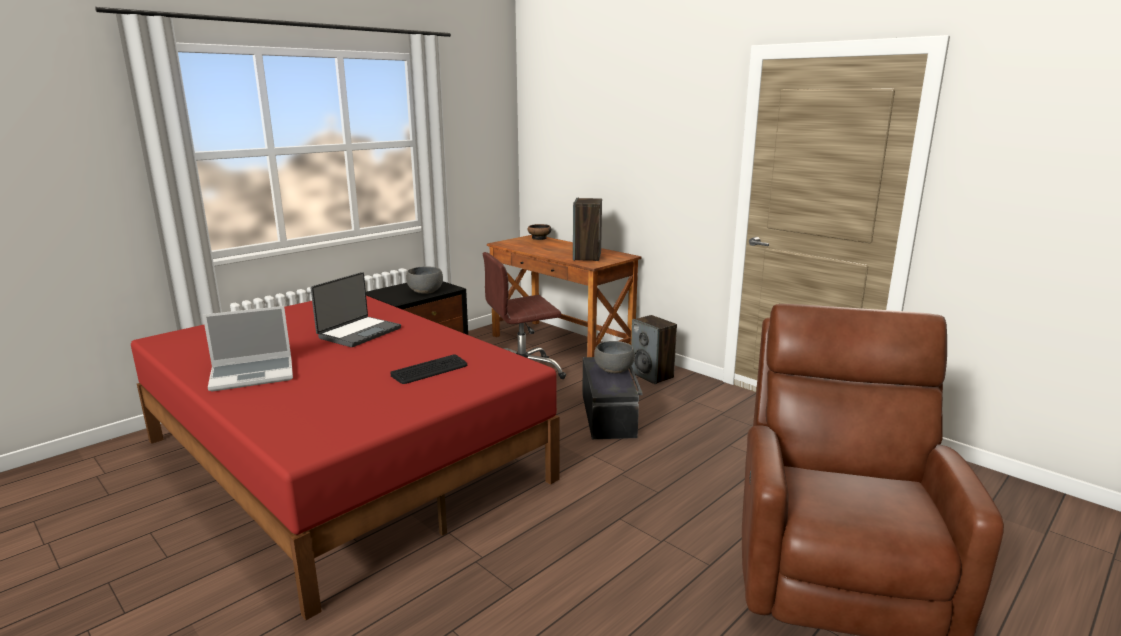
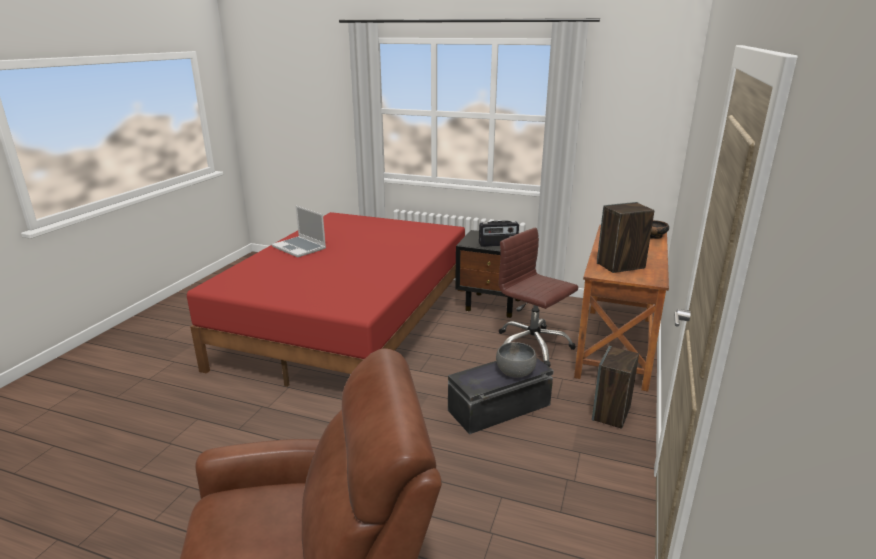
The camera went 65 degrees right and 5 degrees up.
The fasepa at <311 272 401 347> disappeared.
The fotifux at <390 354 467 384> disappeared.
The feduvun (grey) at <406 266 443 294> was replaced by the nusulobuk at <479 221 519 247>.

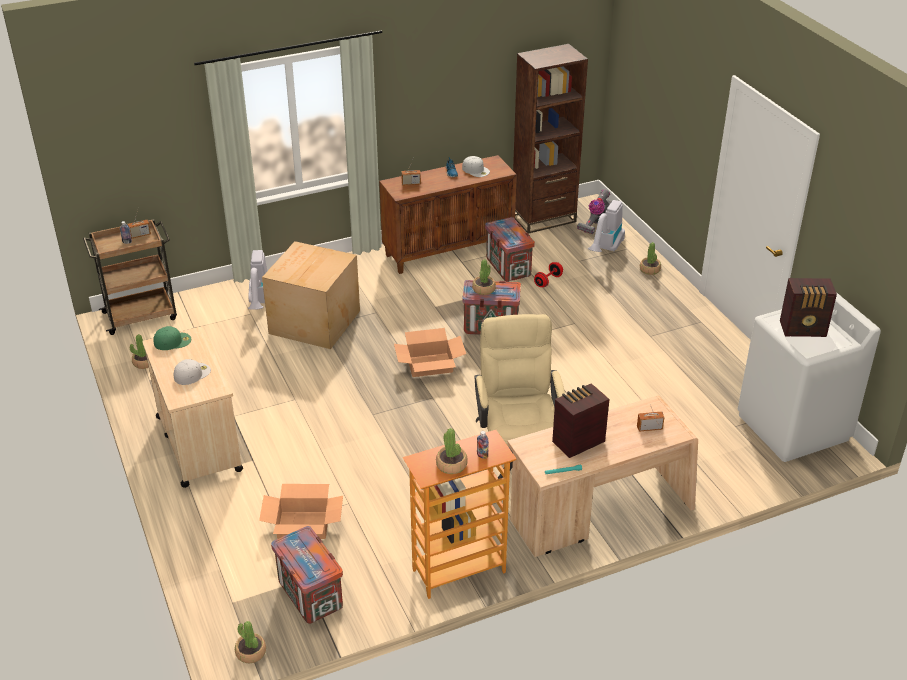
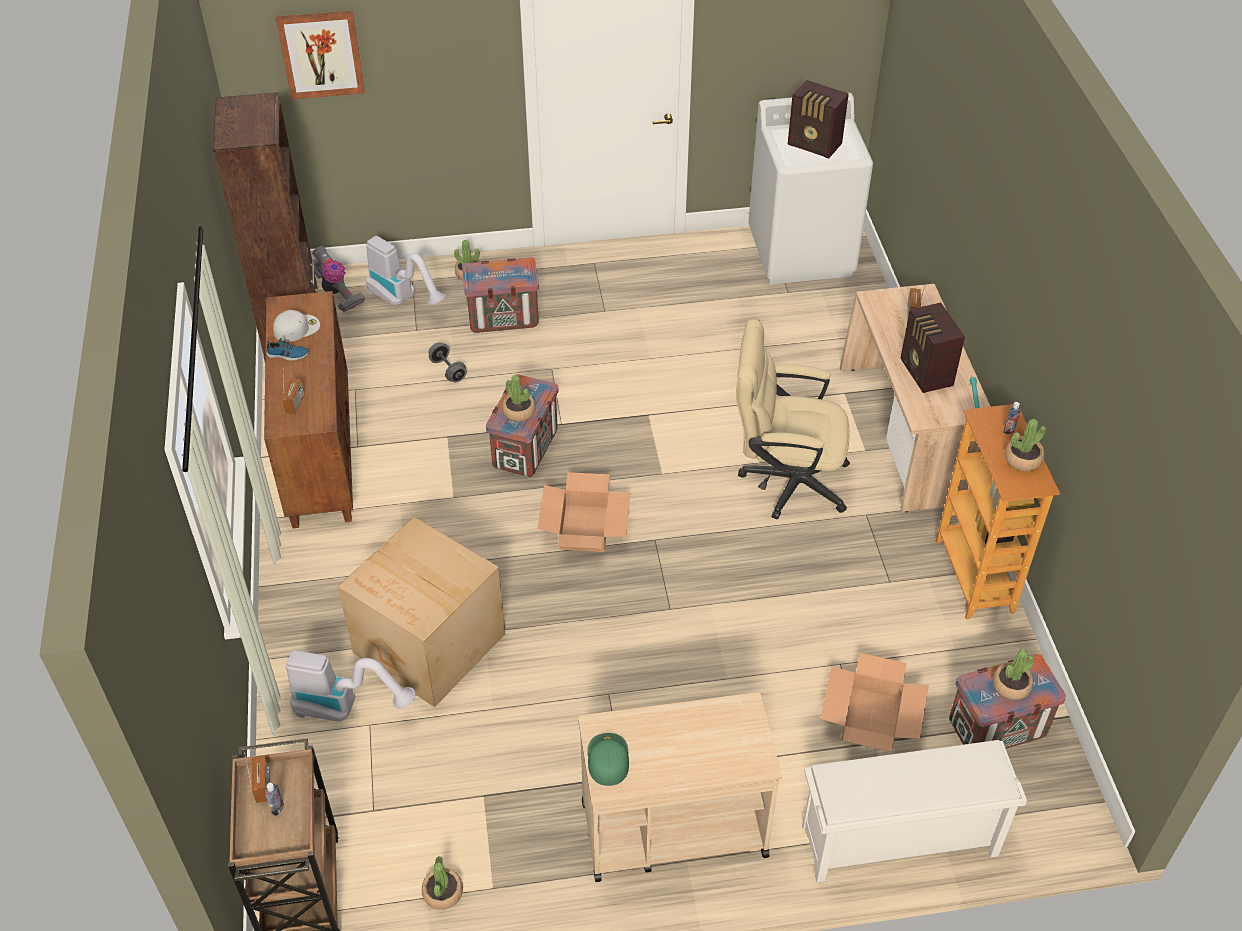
The camera went 75 degrees left and 10 degrees up.
The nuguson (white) at <174 359 211 385> disappeared.
The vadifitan moved from <235 621 266 663> to <993 649 1034 700>.
The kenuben moved from <485 217 535 282> to <462 257 539 333>.
The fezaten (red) at <534 262 563 287> became the fezaten (grey) at <429 343 466 382>.
The nusulobuk at <780 278 837 337> turned 105 degrees clockwise.
The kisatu at <276 10 365 100> appeared.
The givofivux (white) at <802 740 1027 883> appeared.

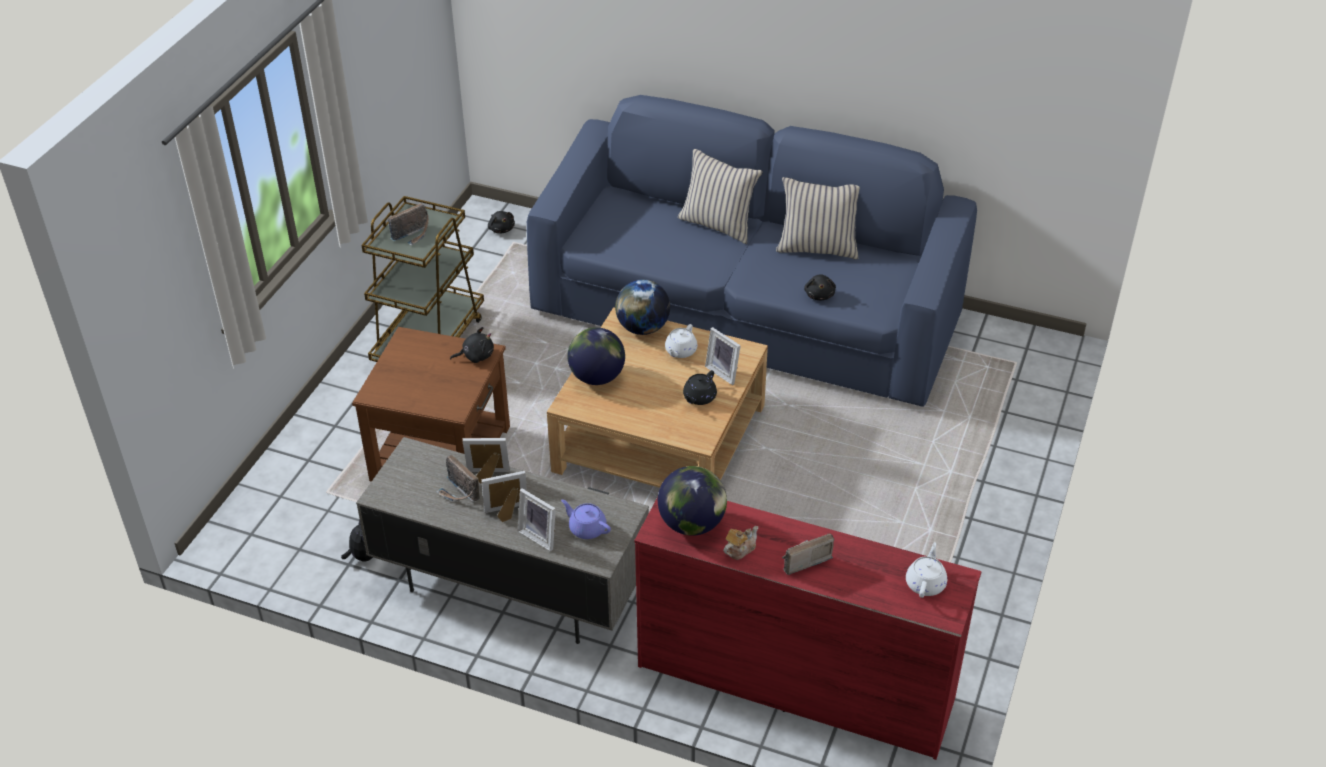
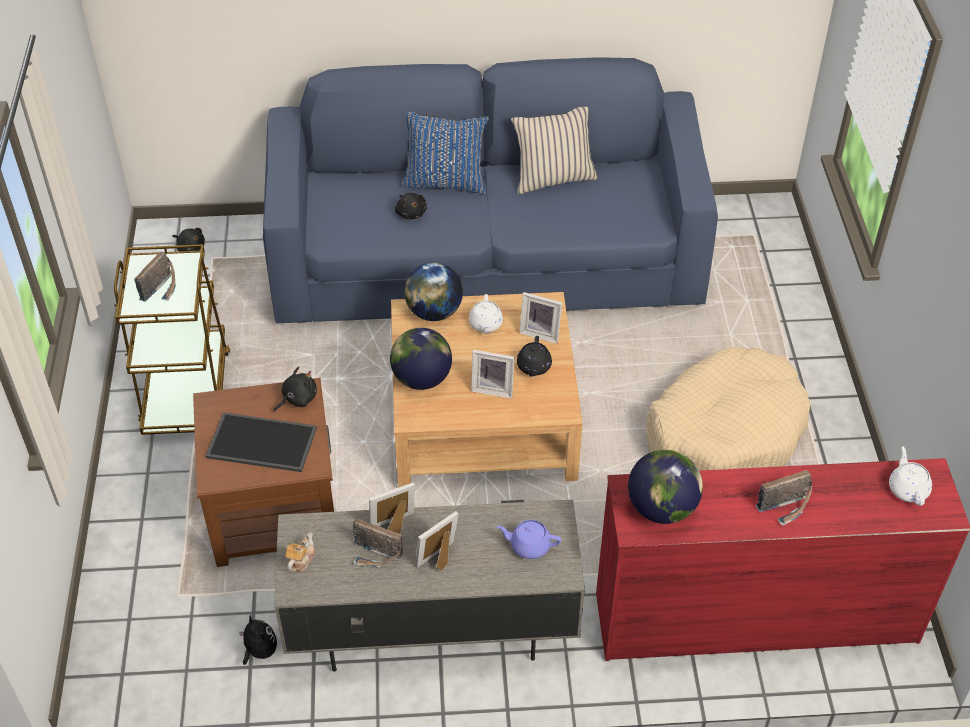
The camera went 25 degrees left and 5 degrees up.
The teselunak moved from <518 489 556 551> to <471 350 515 399>.
The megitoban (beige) at <678 149 763 244> became the megitoban (blue) at <402 112 489 195>.
The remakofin moved from <723 526 758 560> to <286 532 315 572>.
The nusulobuk at <782 533 834 575> turned 150 degrees counterclockwise.
The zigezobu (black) moved from <804 274 836 300> to <395 193 427 219>.
The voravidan at <206 412 317 472> appeared.
The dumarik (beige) at <646 346 810 471> appeared.

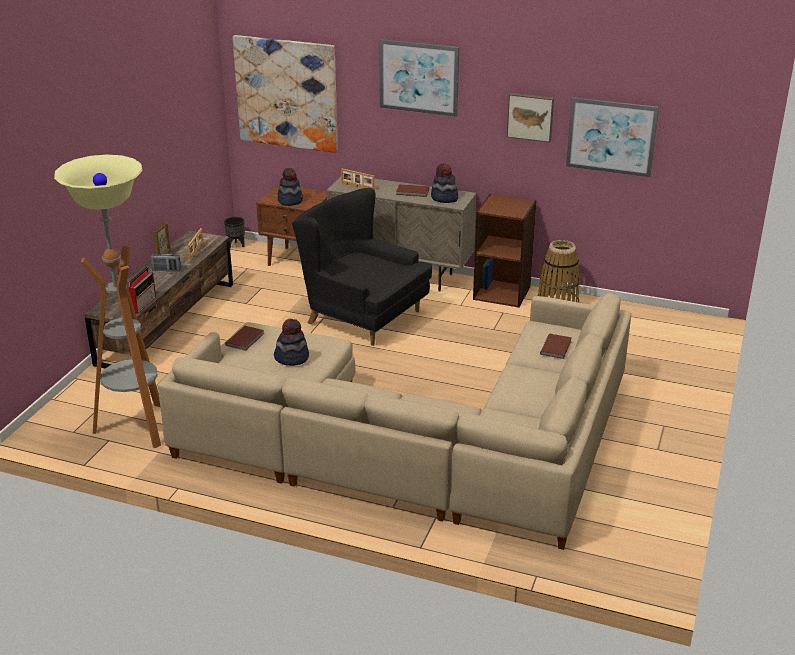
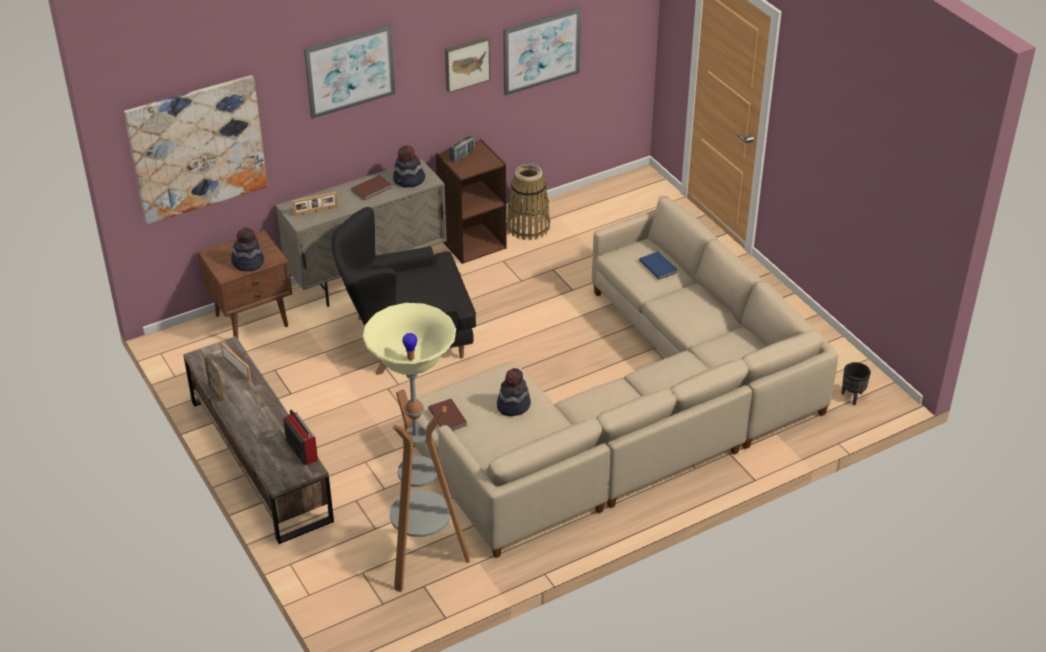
The camera went 50 degrees left and 10 degrees up.
The nusulobuk moved from <151 253 181 272> to <450 135 475 162>.
The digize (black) moved from <224 217 245 248> to <841 362 871 405>.
The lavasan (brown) at <540 334 572 359> became the lavasan (blue) at <639 252 677 280>.

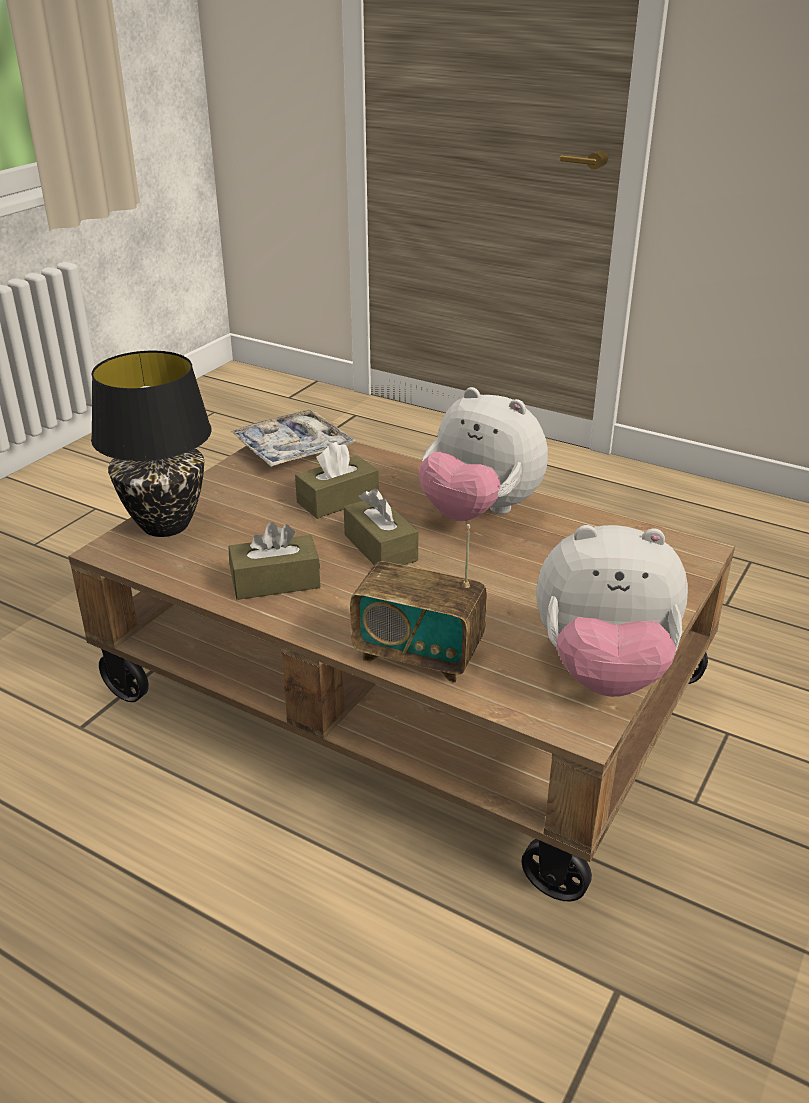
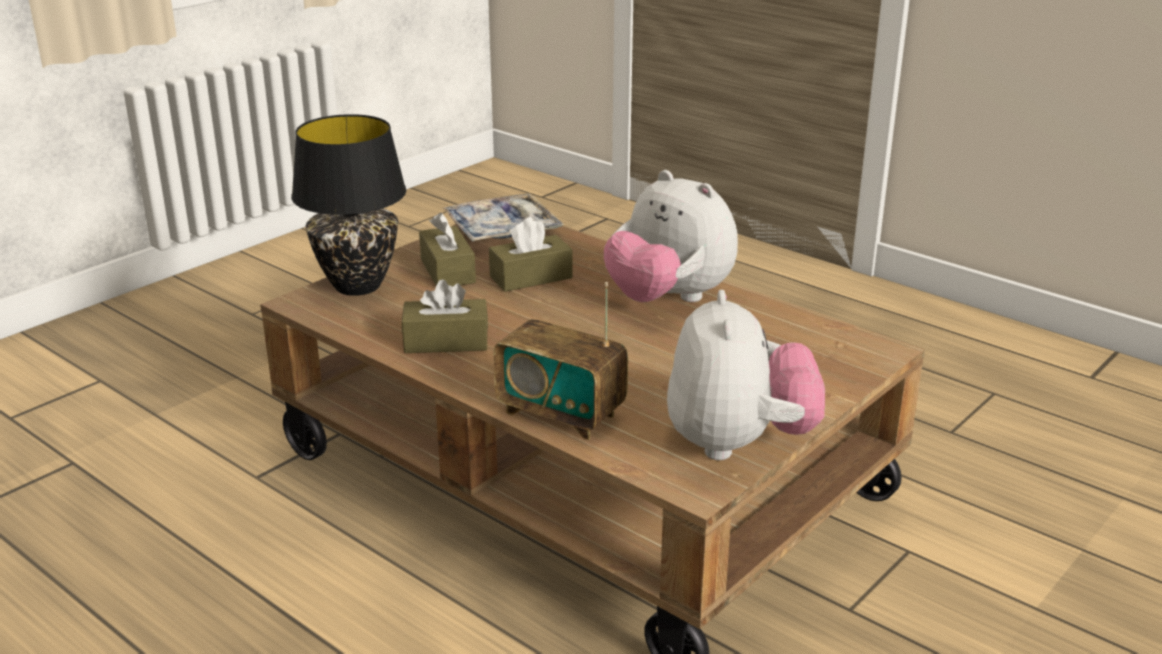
The camera went 10 degrees right and 5 degrees down.
The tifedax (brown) moved from <344 488 418 565> to <419 213 476 286>.
The zigezobu at <536 525 688 697> turned 105 degrees counterclockwise.

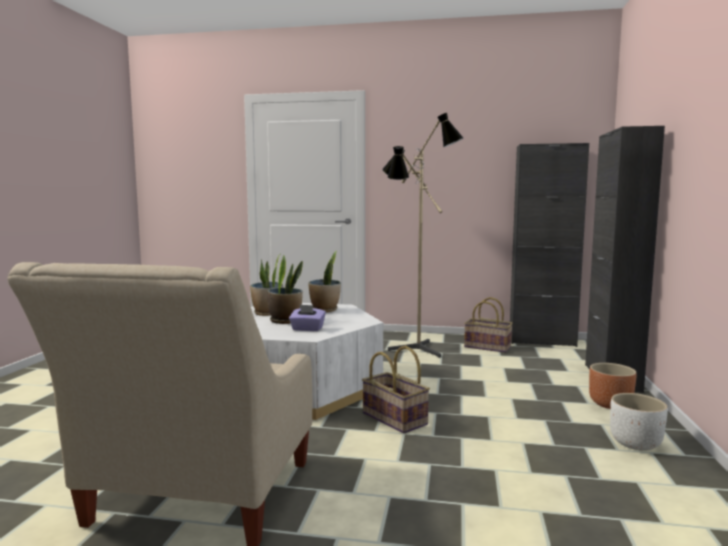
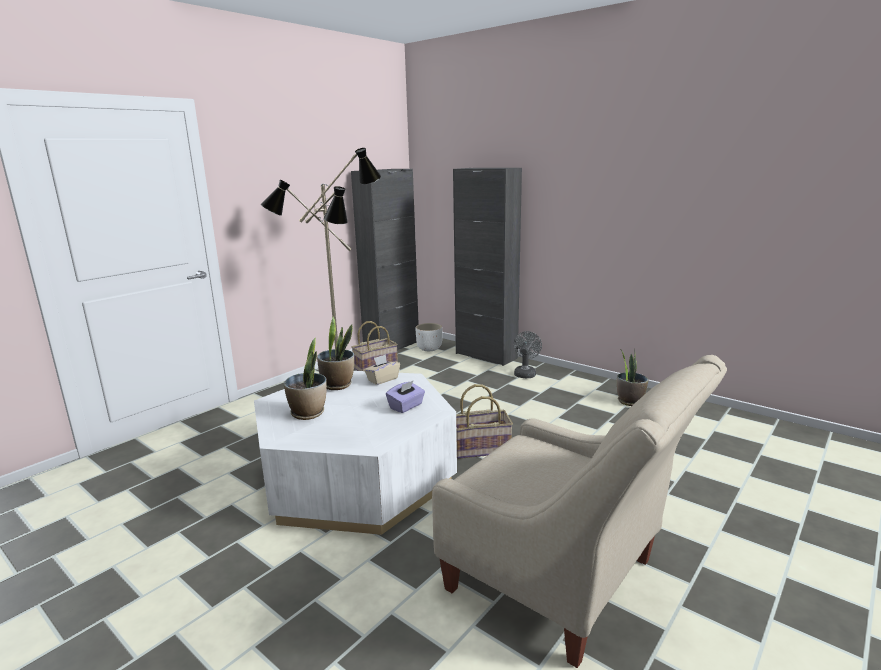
The camera went 60 degrees left and 10 degrees up.
The vadifitan moved from <268 255 303 324> to <617 349 648 406>.
The digize (brown) at <589 363 637 409> was replaced by the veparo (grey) at <514 331 542 378>.
The digize (white) moved from <610 393 668 451> to <416 323 442 351>.
The tifedax (beige) at <364 354 400 385> appeared.

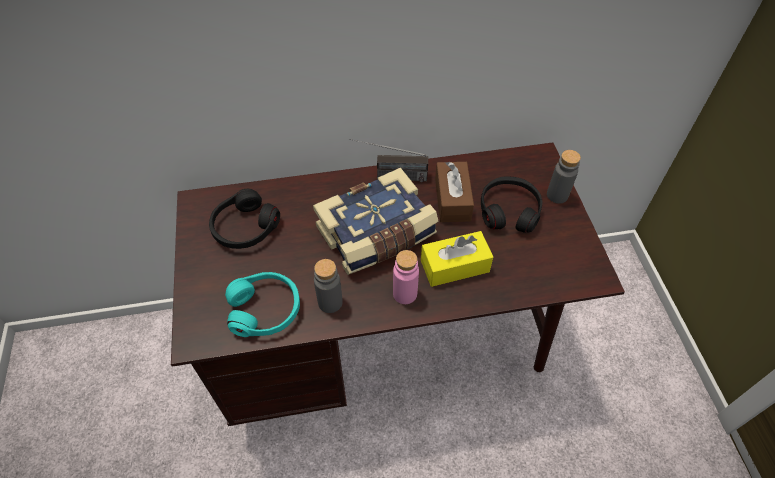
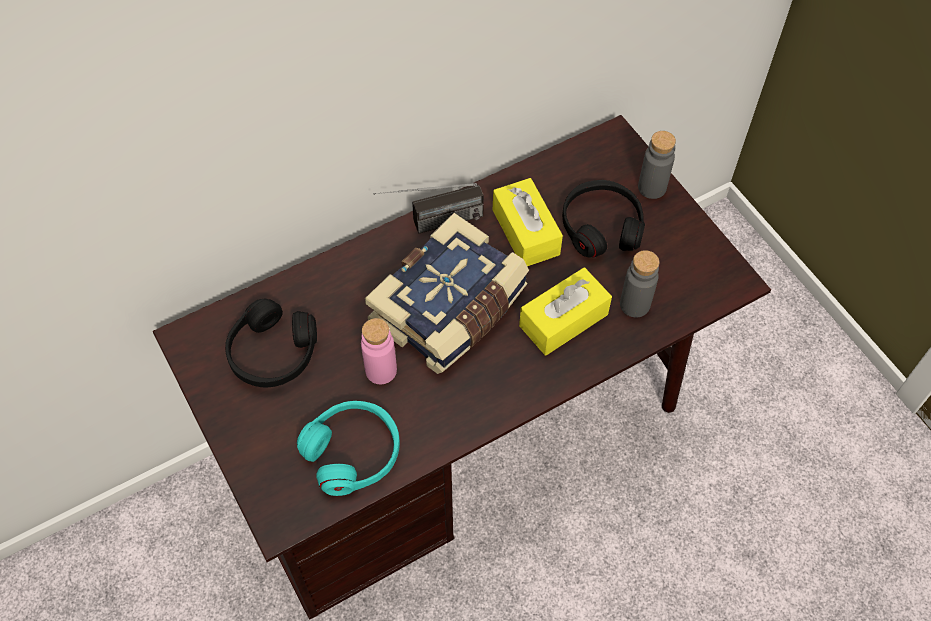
The camera went 20 degrees left and 5 degrees up.
The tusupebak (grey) moved from <314 259 343 313> to <620 250 659 318>.
The tusupebak (pink) moved from <393 250 419 304> to <361 318 397 384>.
The tifedax (brown) at <435 162 474 222> became the tifedax (yellow) at <493 178 563 266>.

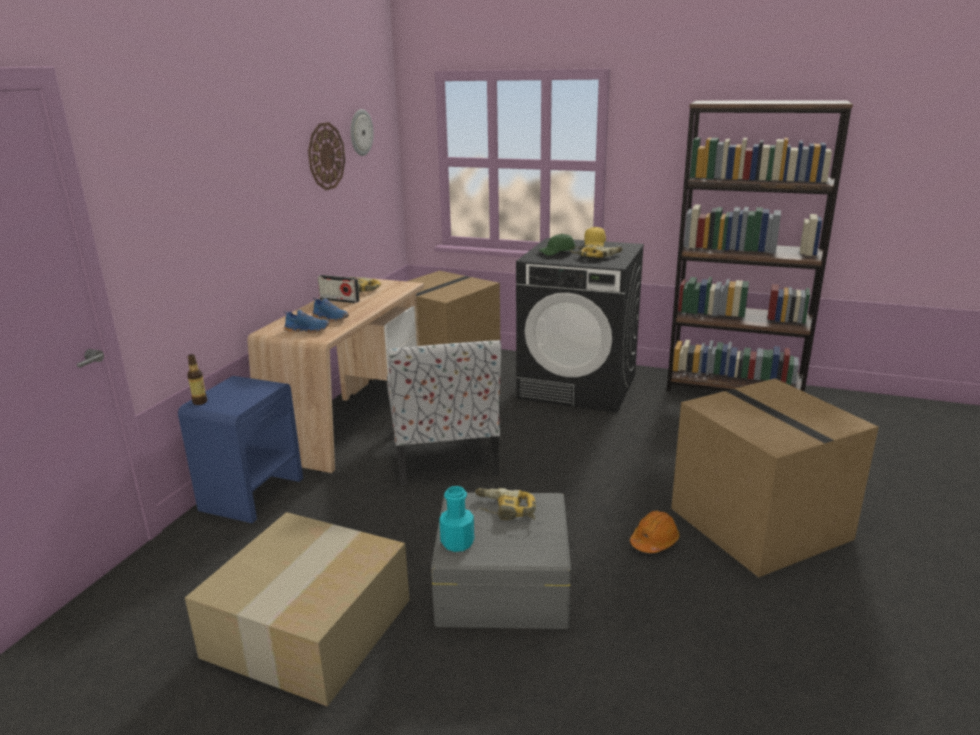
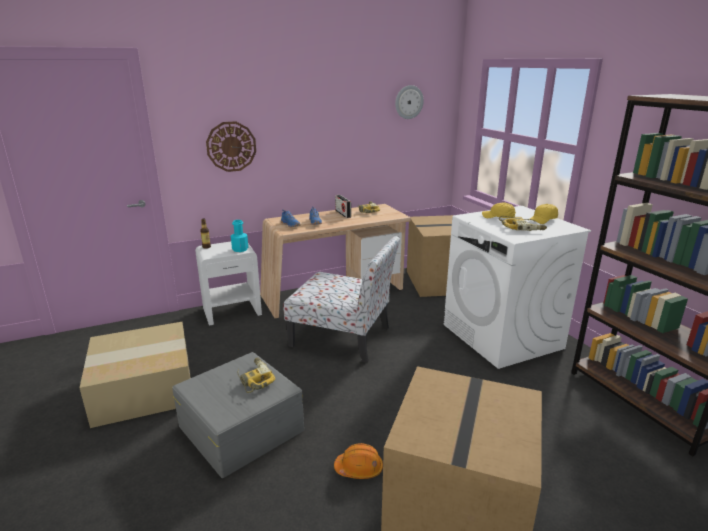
The camera went 45 degrees right and 0 degrees up.
The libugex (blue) at <178 376 303 523> became the libugex (white) at <195 242 262 326>.
The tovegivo moved from <308 122 345 190> to <206 121 256 172>.
The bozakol at <387 340 501 485> turned 105 degrees counterclockwise.
The tusupebak (turquoise) moved from <439 486 474 552> to <231 220 248 252>.
The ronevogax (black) at <516 238 644 413> became the ronevogax (white) at <444 206 591 369>.
The nuguson (green) at <539 234 575 256> became the nuguson (yellow) at <482 203 516 218>.

